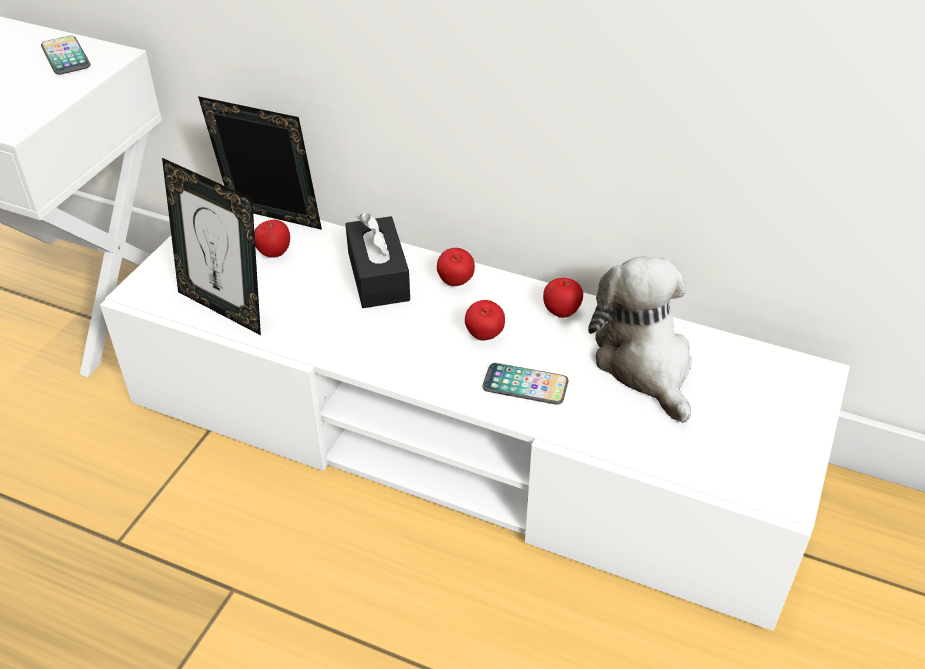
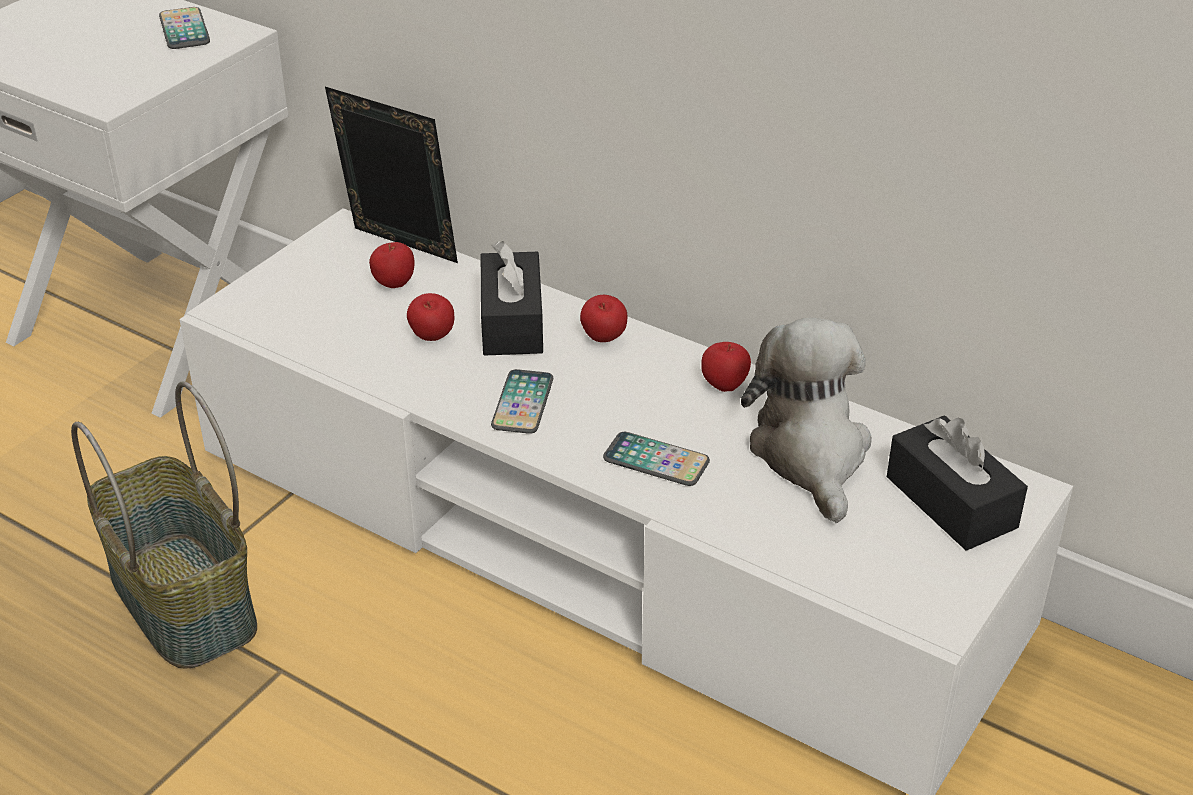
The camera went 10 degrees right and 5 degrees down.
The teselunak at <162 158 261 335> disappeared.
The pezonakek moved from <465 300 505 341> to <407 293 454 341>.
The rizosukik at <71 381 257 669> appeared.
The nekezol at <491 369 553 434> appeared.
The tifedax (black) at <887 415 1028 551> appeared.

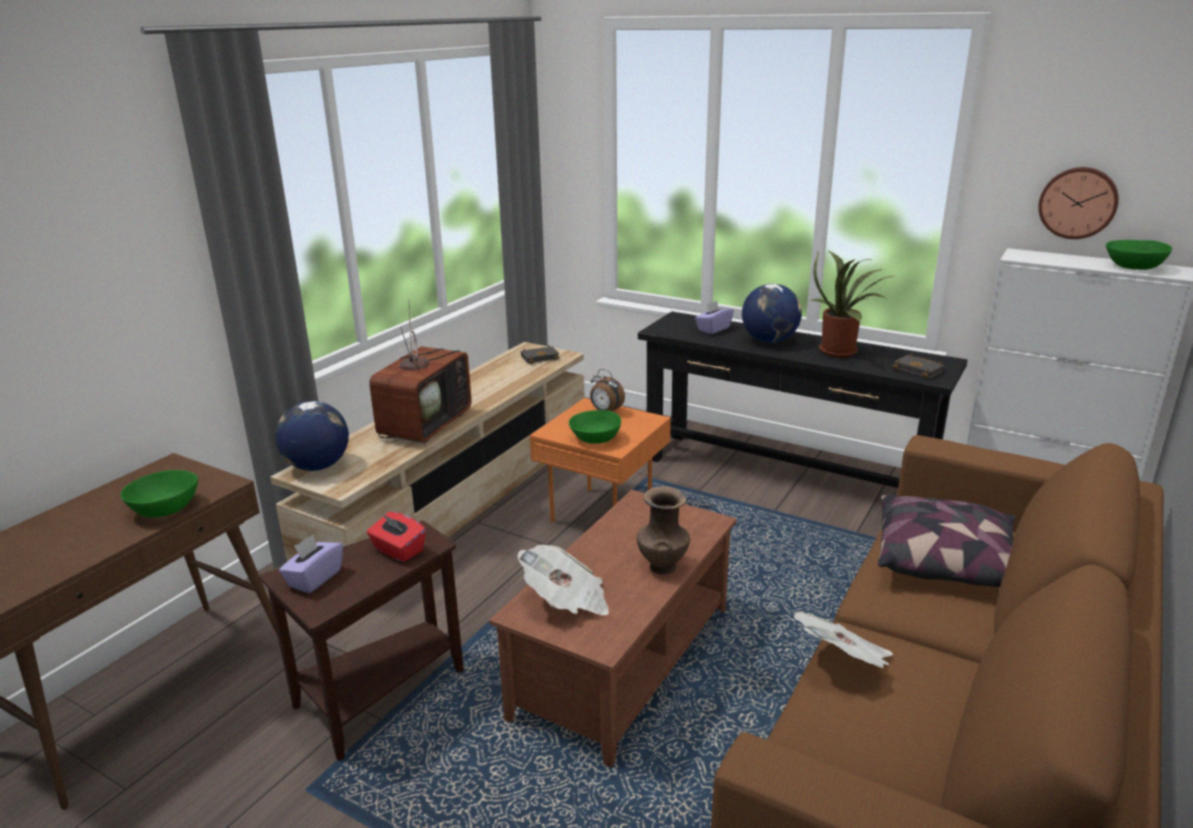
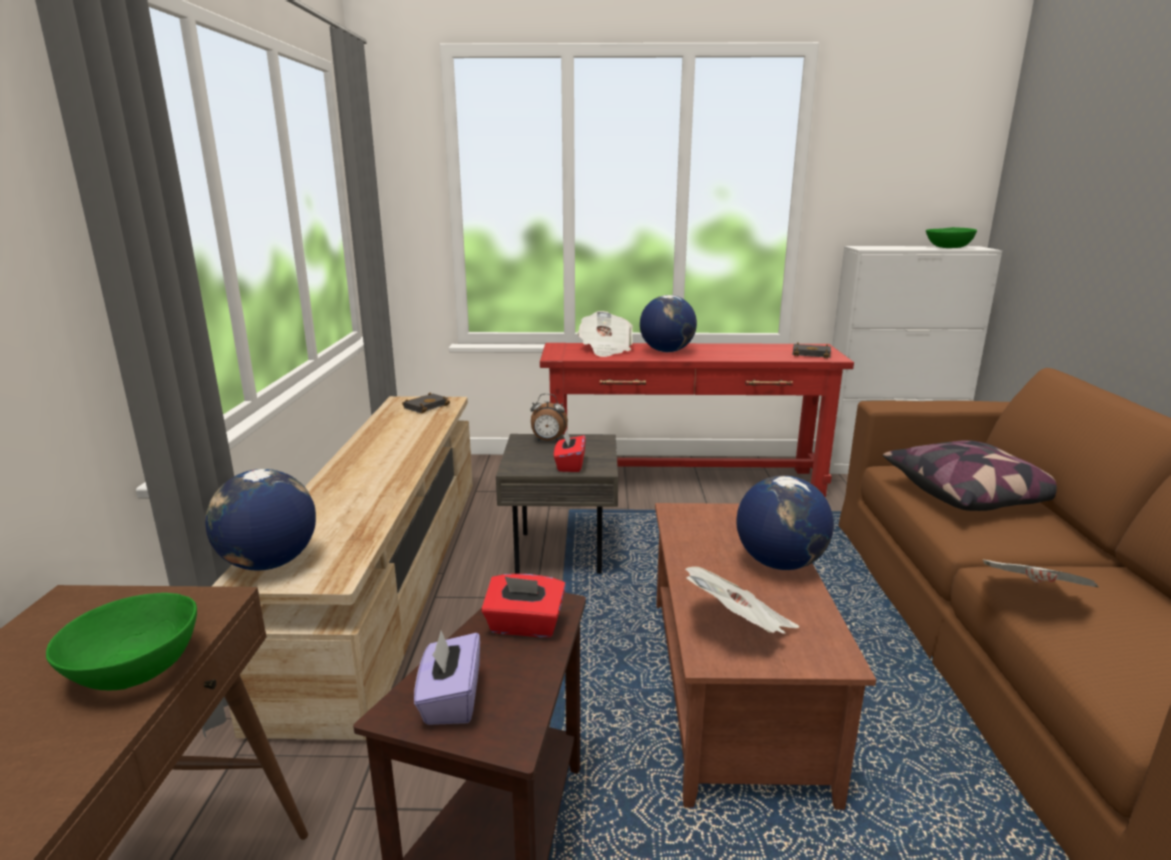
The camera went 30 degrees left and 5 degrees down.
The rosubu at <369 299 472 443> disappeared.
The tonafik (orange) at <530 398 671 522> became the tonafik (grey) at <496 434 618 574>.
The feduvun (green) at <569 410 621 444> was replaced by the tifedax (red) at <554 429 586 472>.
The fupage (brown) at <637 486 690 575> was replaced by the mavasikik at <736 475 834 570>.
The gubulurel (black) at <638 312 968 488> became the gubulurel (red) at <540 343 854 497>.
The tifedax (purple) at <695 300 734 334> was replaced by the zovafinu at <577 311 633 357>.
The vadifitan at <811 251 893 358> disappeared.
The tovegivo at <1038 167 1119 239> disappeared.

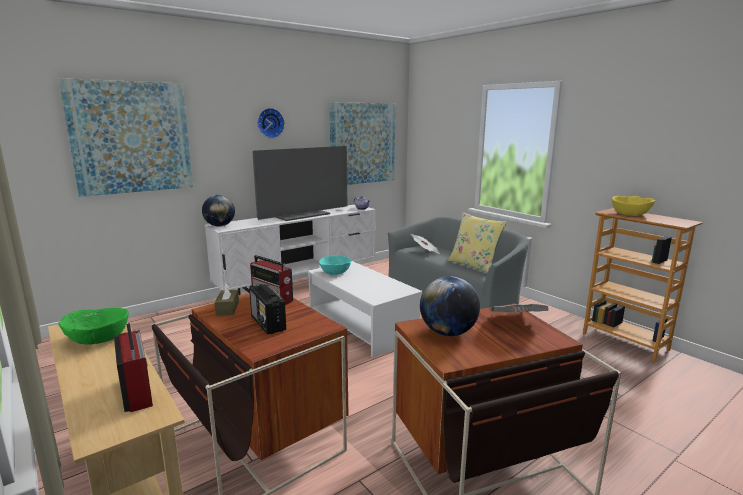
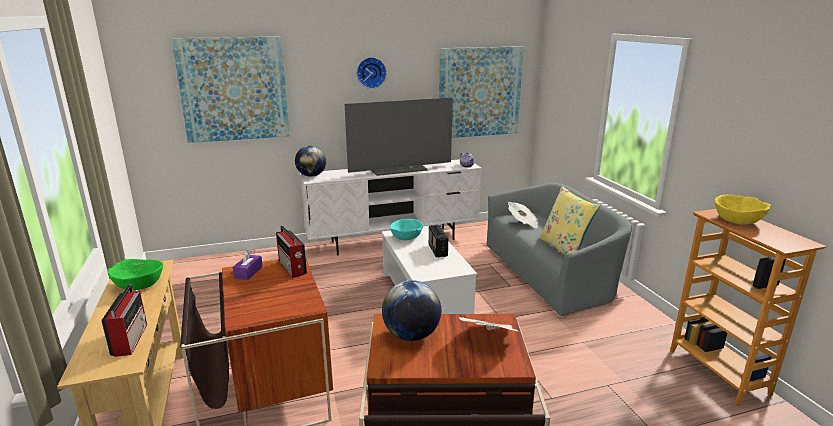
The camera went 20 degrees right and 5 degrees up.
The tifedax (brown) at <214 283 239 316> became the tifedax (purple) at <233 250 263 280>.
The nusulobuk moved from <249 284 286 335> to <429 225 448 258>.

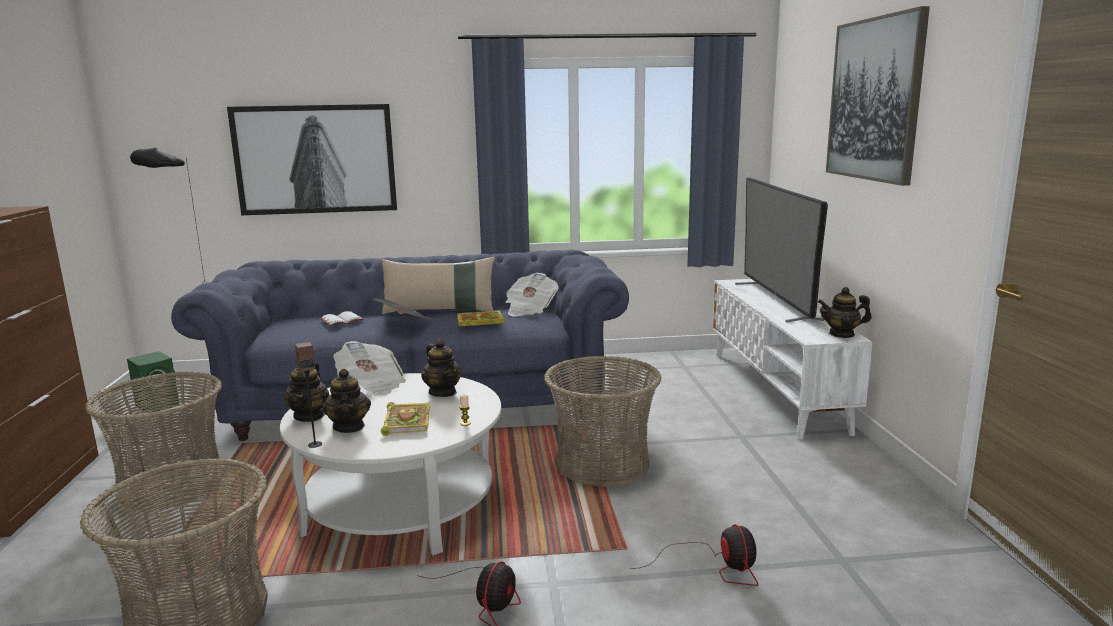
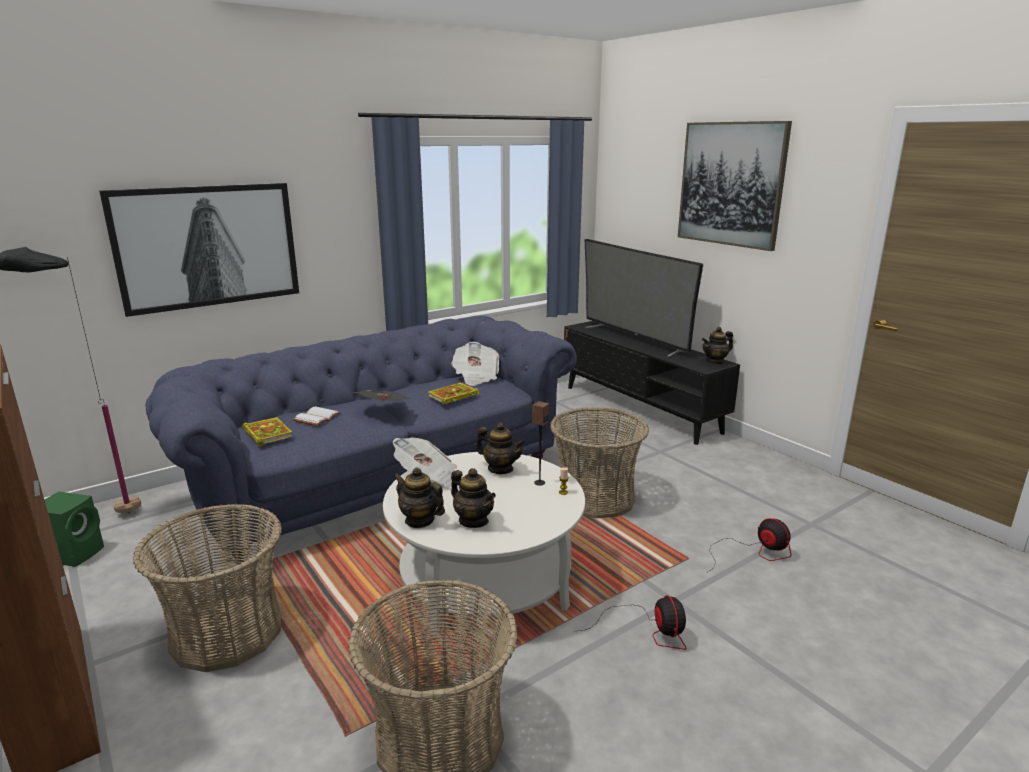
The camera went 30 degrees left and 5 degrees up.
The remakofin at <284 362 330 422> turned 150 degrees clockwise.
The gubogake moved from <295 342 322 448> to <532 401 549 486>.
The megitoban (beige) at <381 257 495 314> disappeared.
The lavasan moved from <381 402 430 436> to <242 417 293 446>.
The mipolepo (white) at <712 279 873 439> became the mipolepo (black) at <564 321 740 445>.

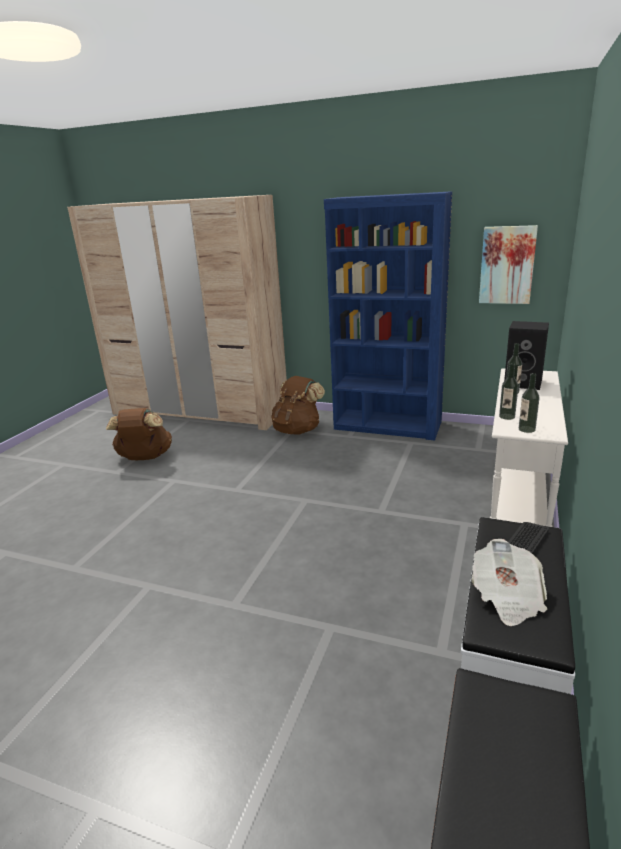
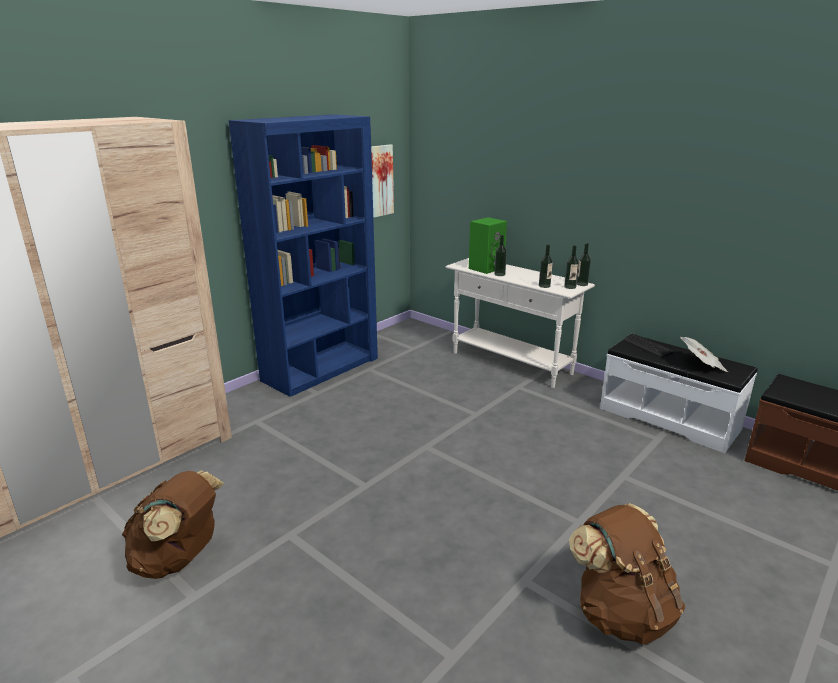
The camera went 70 degrees left and 0 degrees up.
The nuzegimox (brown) moved from <271 376 325 434> to <569 503 685 645>.
The gubogake (black) at <504 321 549 390> became the gubogake (green) at <469 217 507 274>.
The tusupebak at <577 243 591 286> appeared.

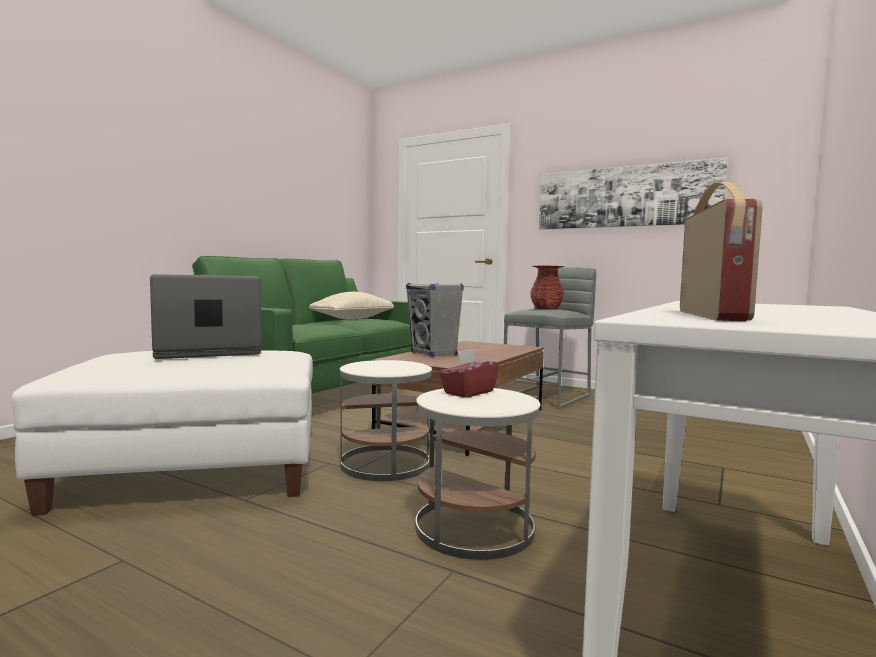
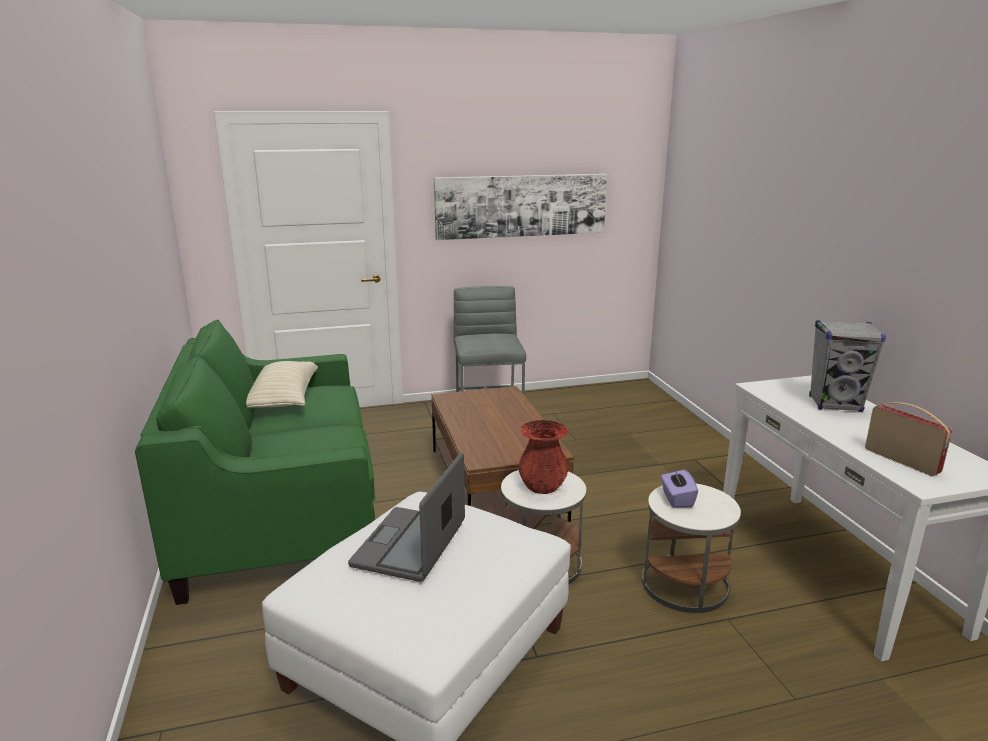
The camera went 45 degrees left and 15 degrees up.
The gubogake (grey) moved from <406 283 464 357> to <809 320 886 412>.
The tifedax (red) at <439 348 499 398> became the tifedax (purple) at <661 470 698 508>.
The fupage (red) moved from <530 266 565 309> to <519 420 568 494>.

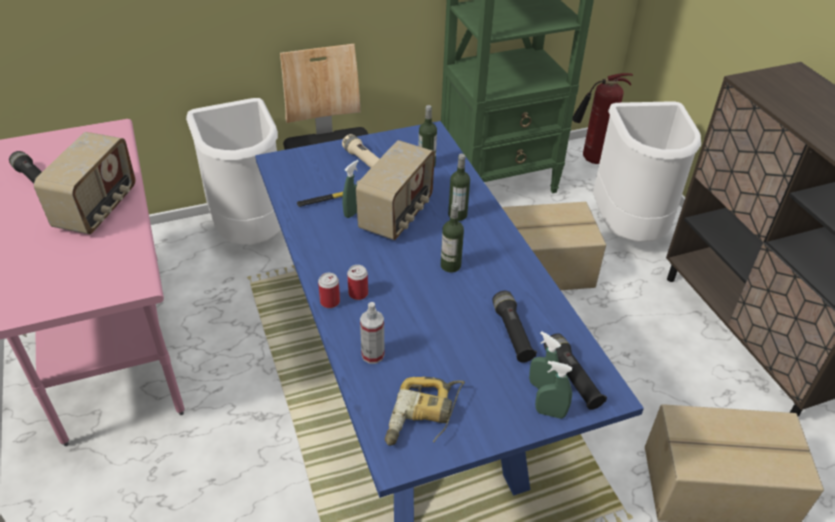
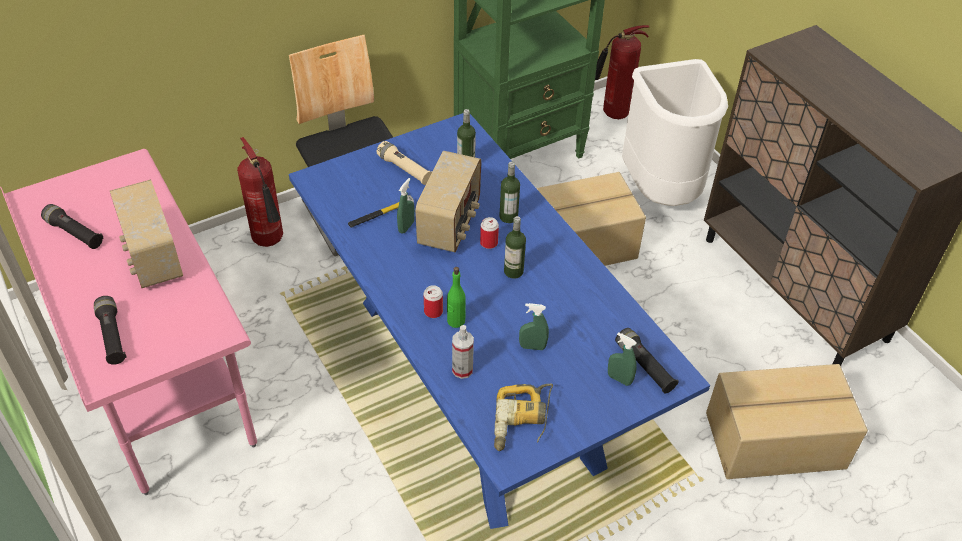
The camera went 10 degrees left and 5 degrees up.
The nusulobuk at <34 132 135 234> turned 150 degrees clockwise.
The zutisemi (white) at <186 98 281 245> was replaced by the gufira at <237 137 283 247>.
The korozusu moved from <318 273 340 308> to <480 217 499 249>.
The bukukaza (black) moved from <492 291 537 363> to <94 296 127 365>.
The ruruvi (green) moved from <535 361 572 419> to <519 303 549 350>.
The tusupebak (green) at <447 267 466 328> appeared.

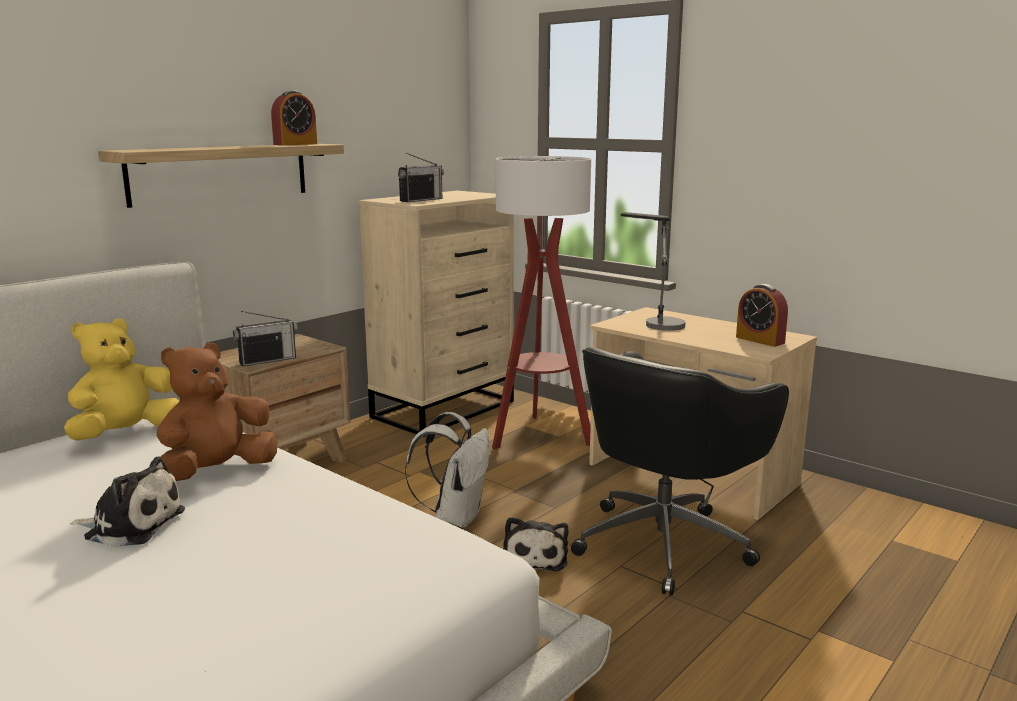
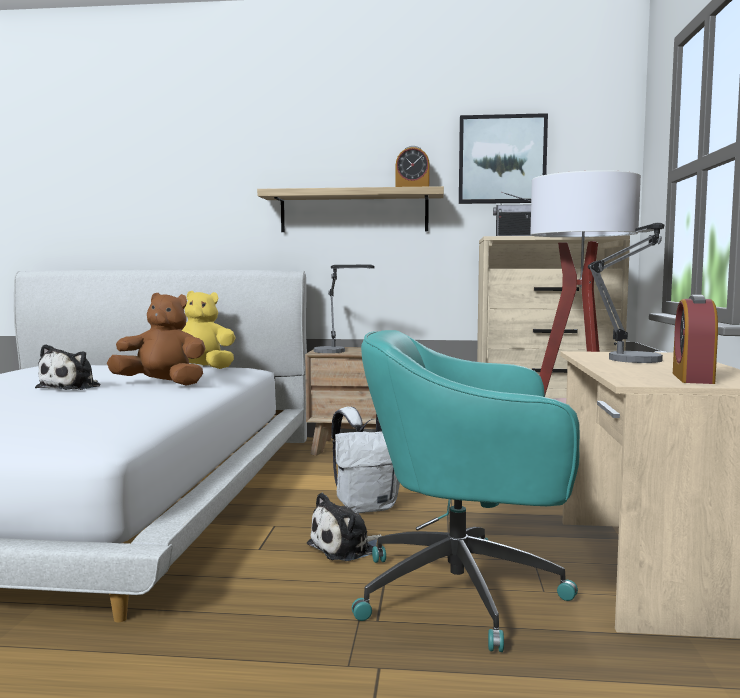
The camera went 55 degrees right and 10 degrees down.
The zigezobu at <70 456 185 547> turned 45 degrees clockwise.
The nusulobuk at <233 311 298 366> was replaced by the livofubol at <314 265 375 353>.
The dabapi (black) at <571 347 789 596> became the dabapi (turquoise) at <352 330 580 652>.
The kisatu at <459 113 548 204> appeared.

